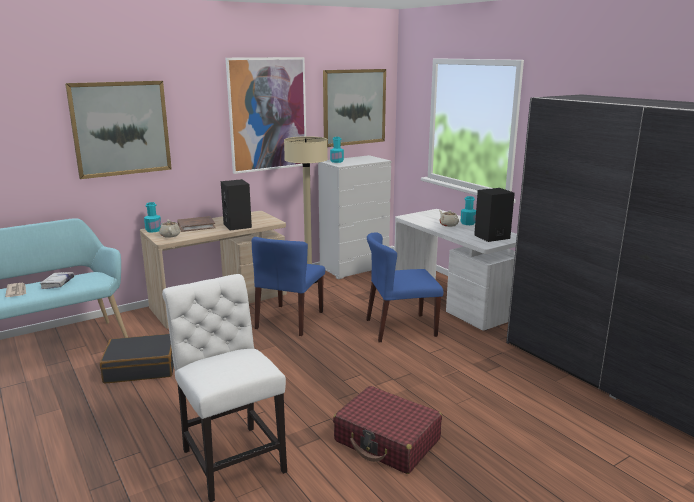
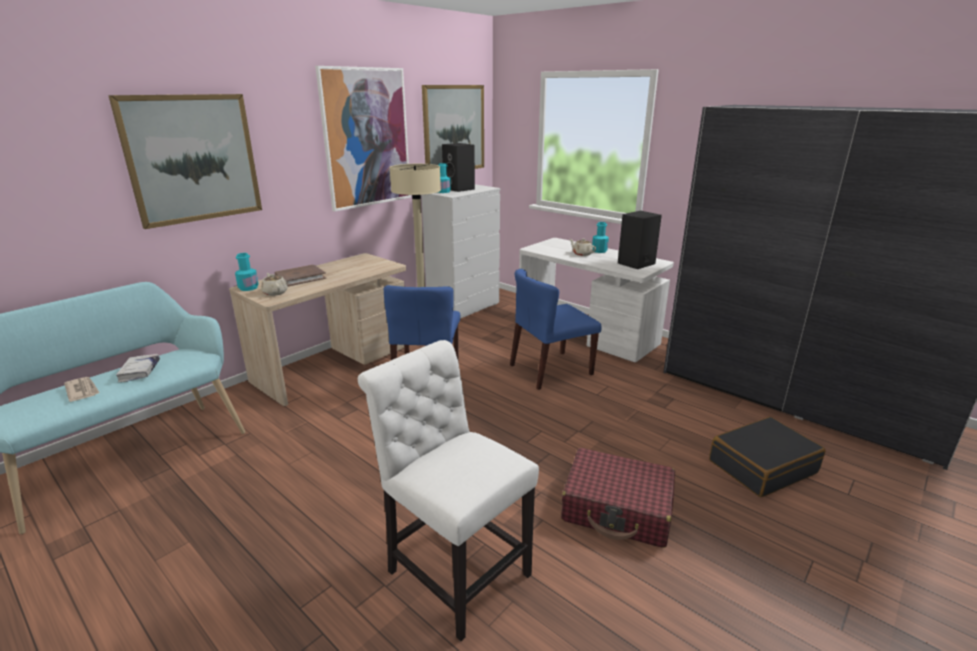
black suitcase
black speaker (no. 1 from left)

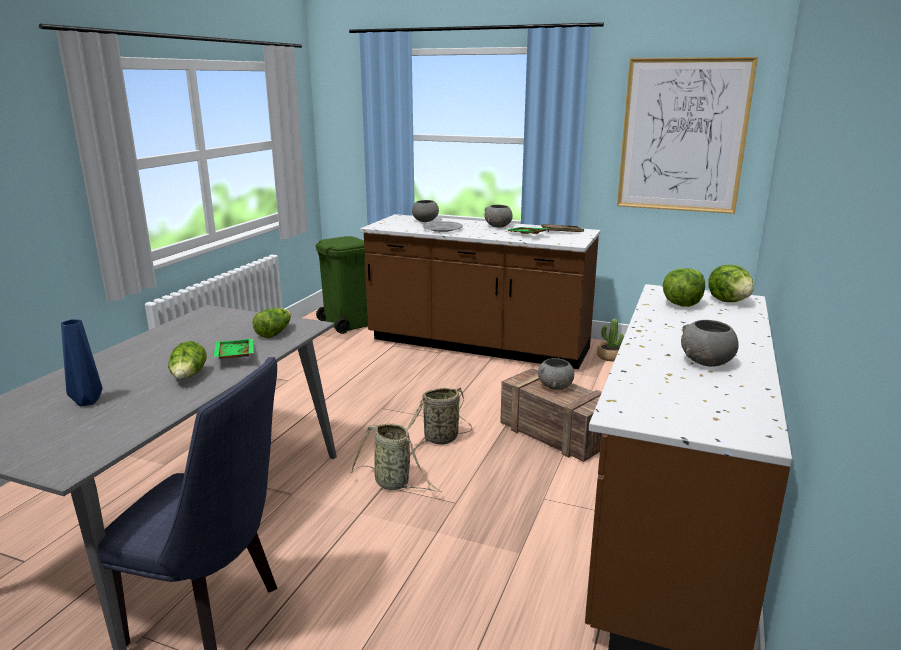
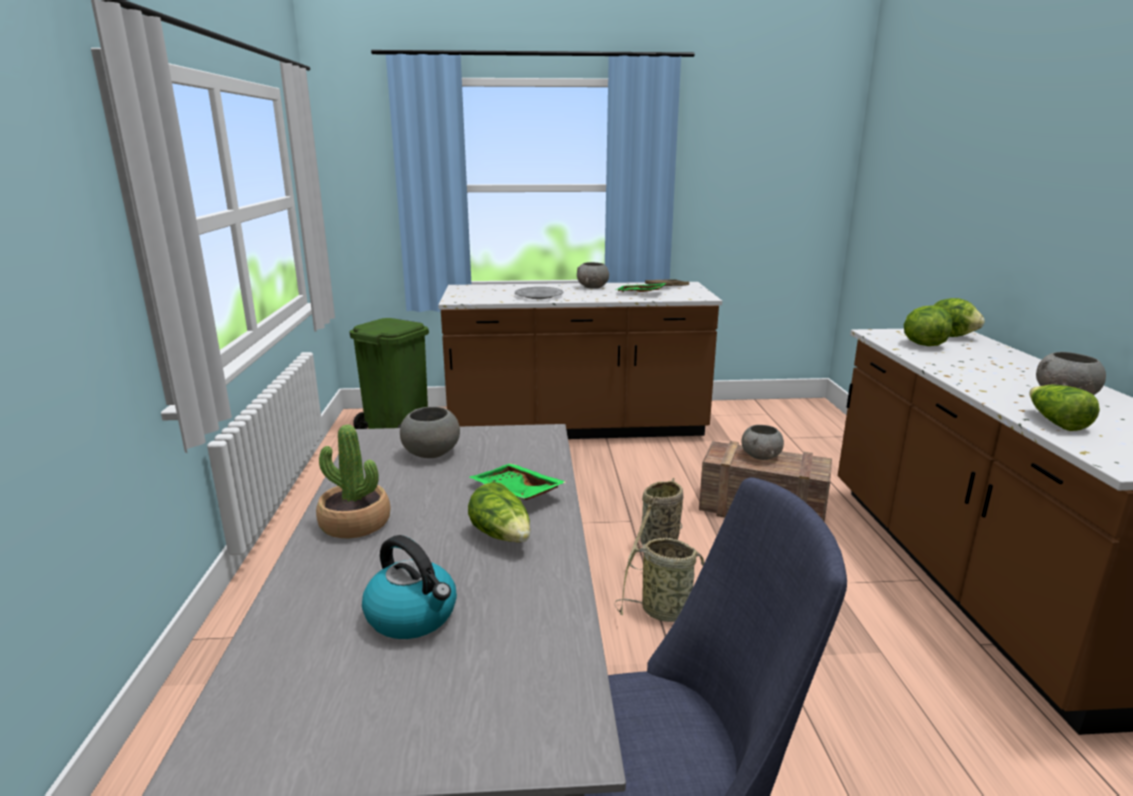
picture
lettuce (no. 4 from left)
grey bowl (no. 1 from left)
potted plant
kettle

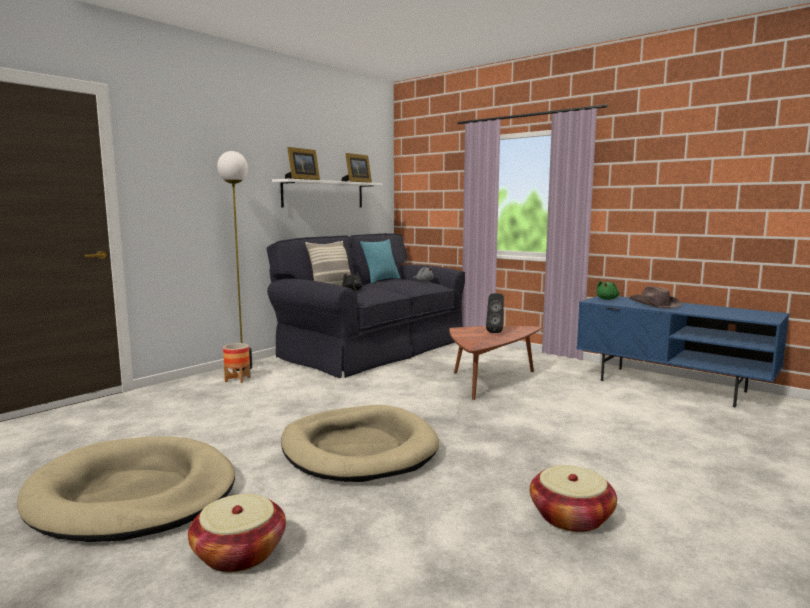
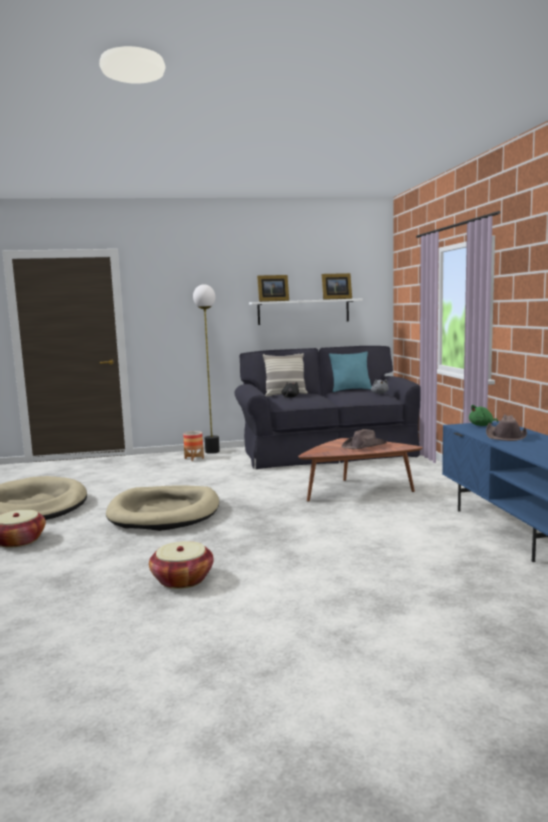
brown hat (no. 1 from left)

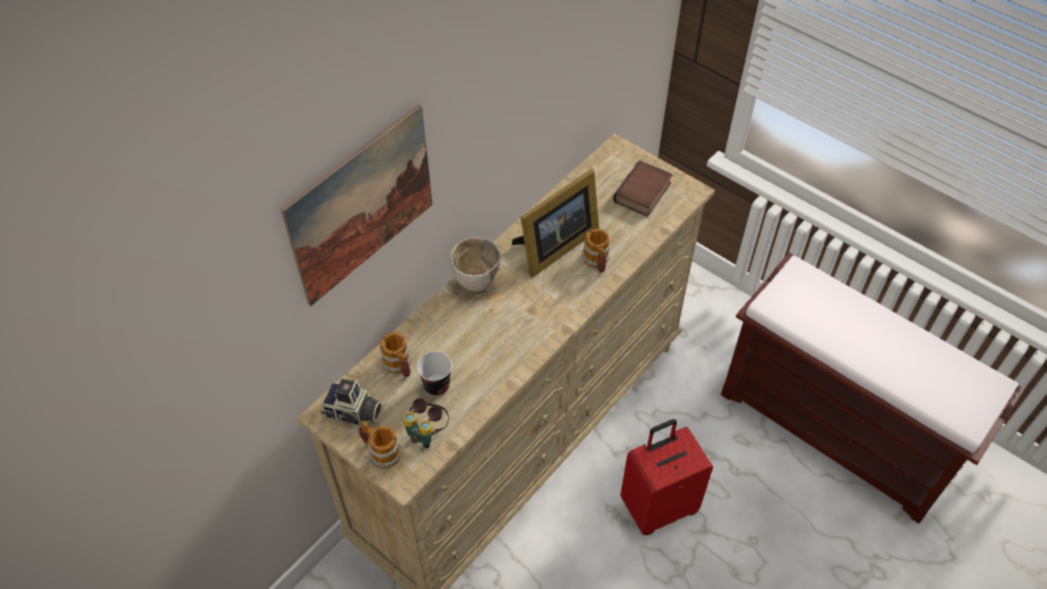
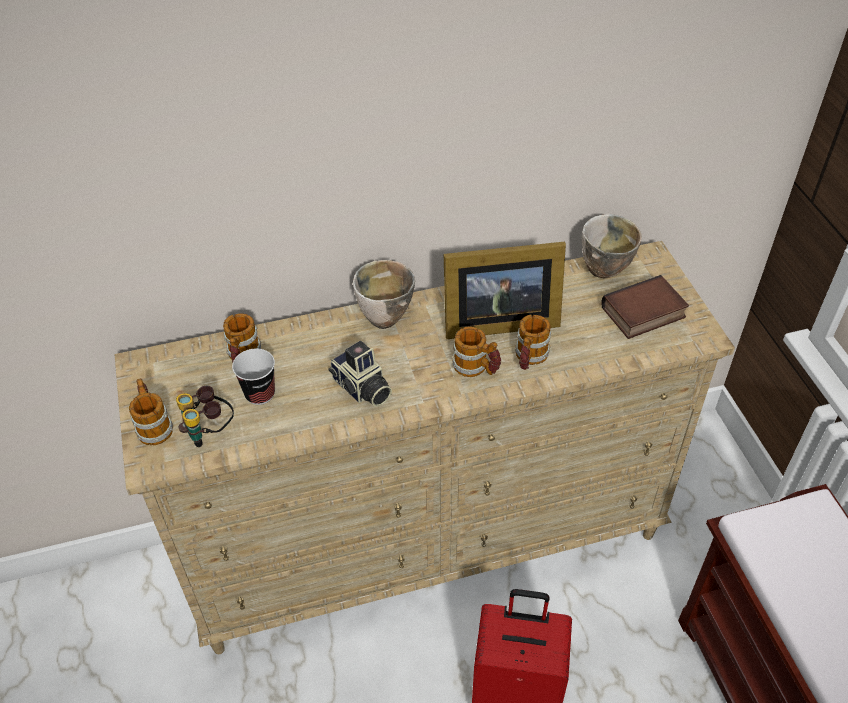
picture
mug (no. 3 from left)
bowl (no. 2 from left)
photo camera

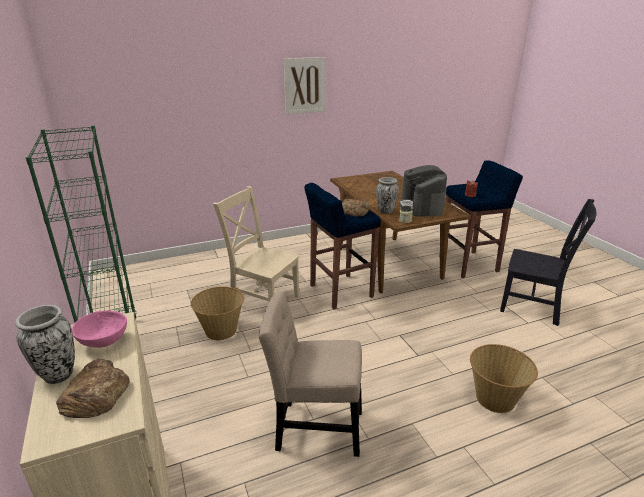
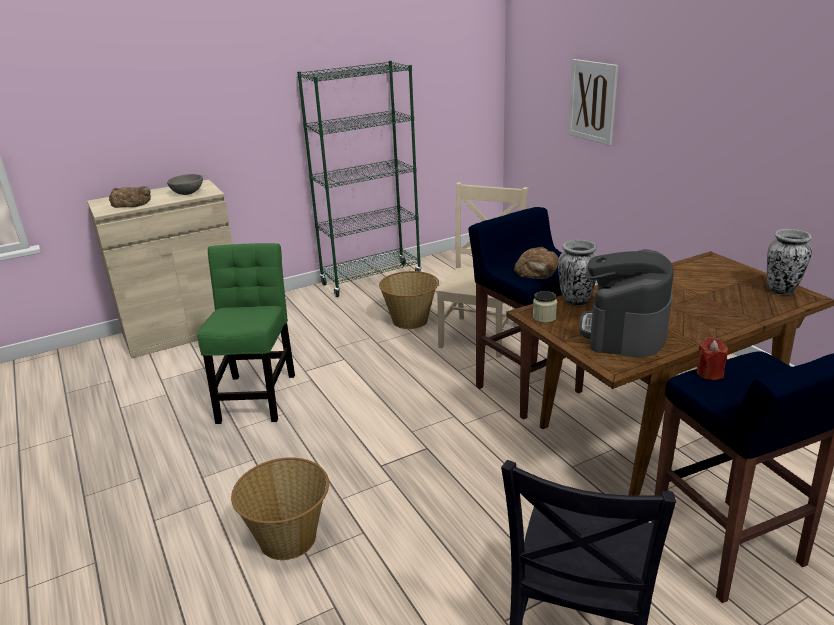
vase (no. 2 from left)
picture
grey bowl
green chair
coffee machine

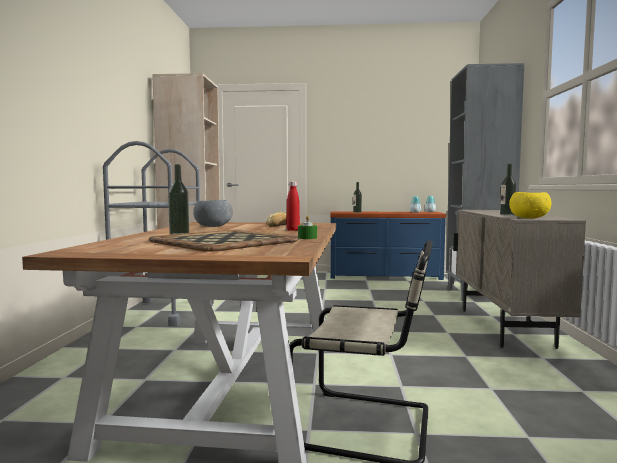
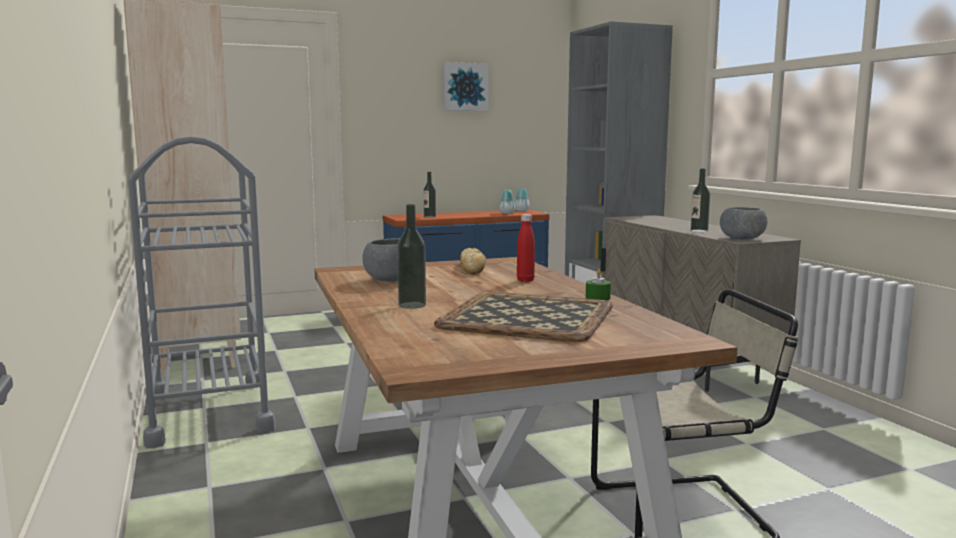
picture
grey bowl (no. 2 from left)

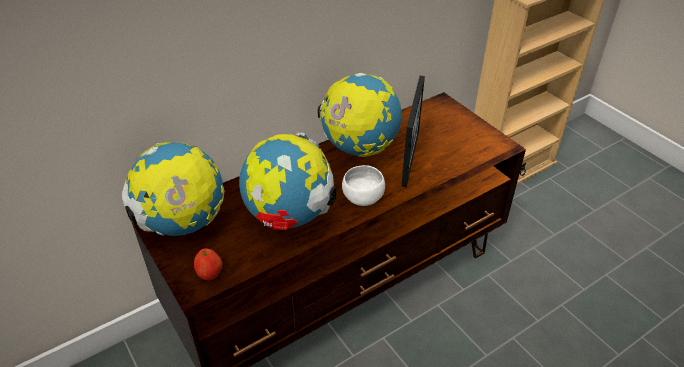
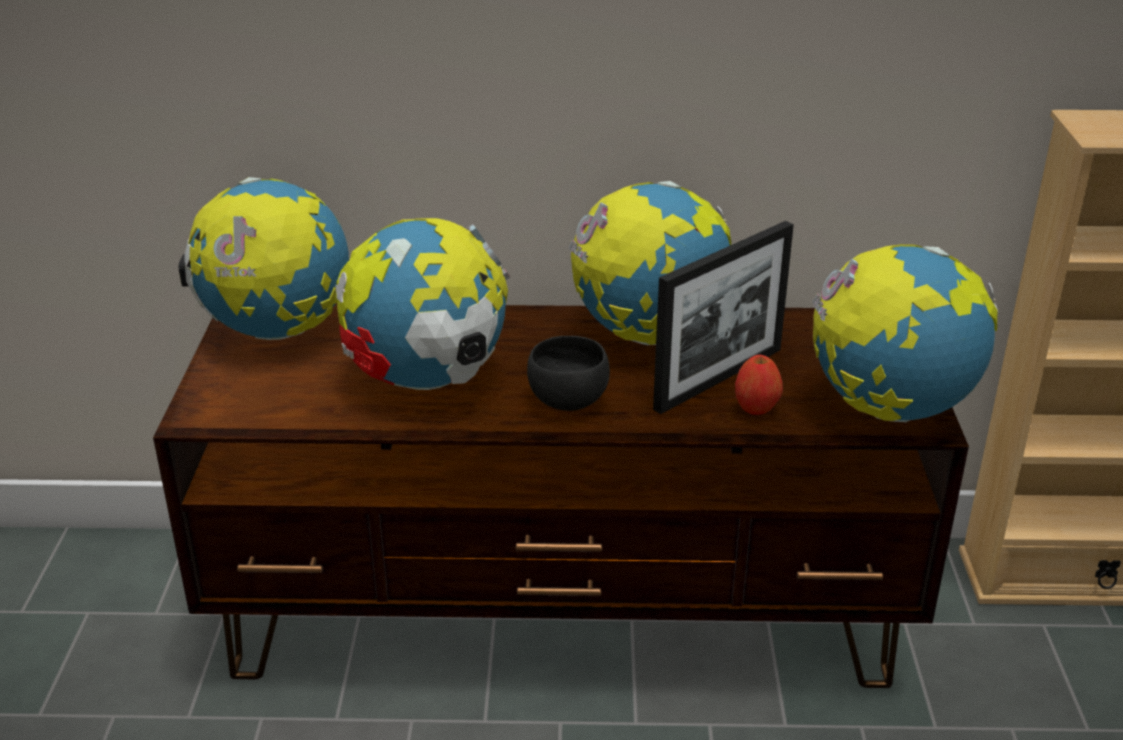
globe (no. 4 from left)
apple
black bowl

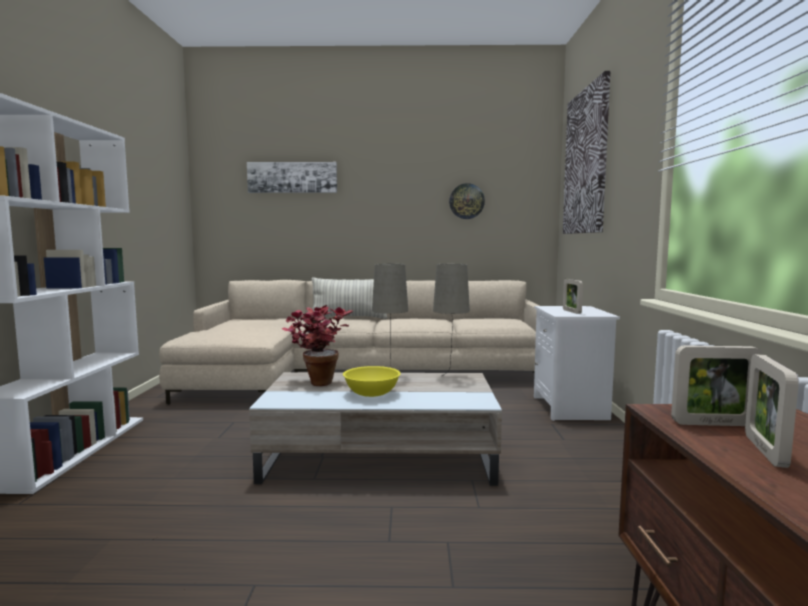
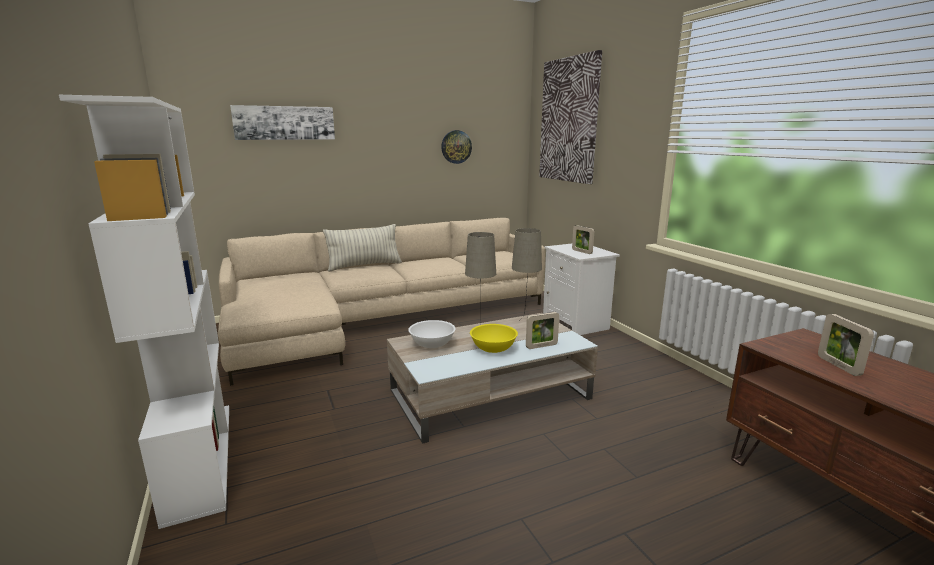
picture frame (no. 1 from left)
white bowl

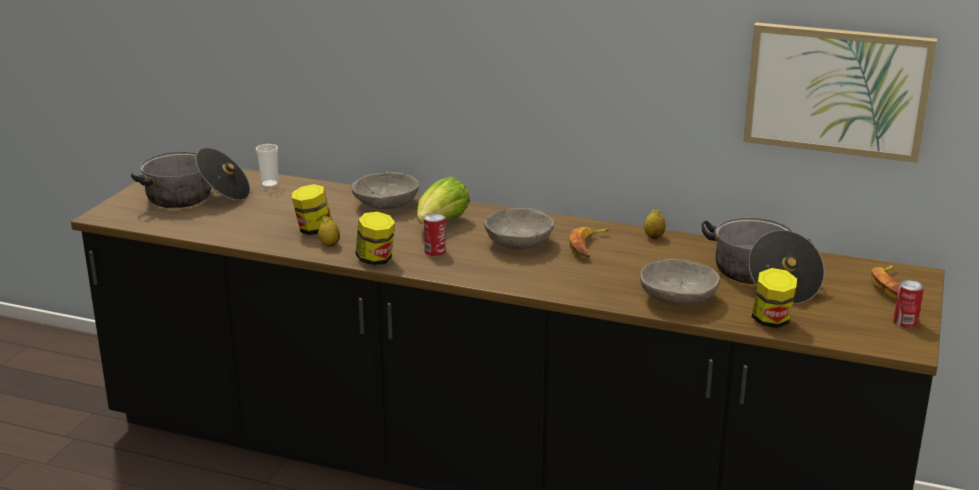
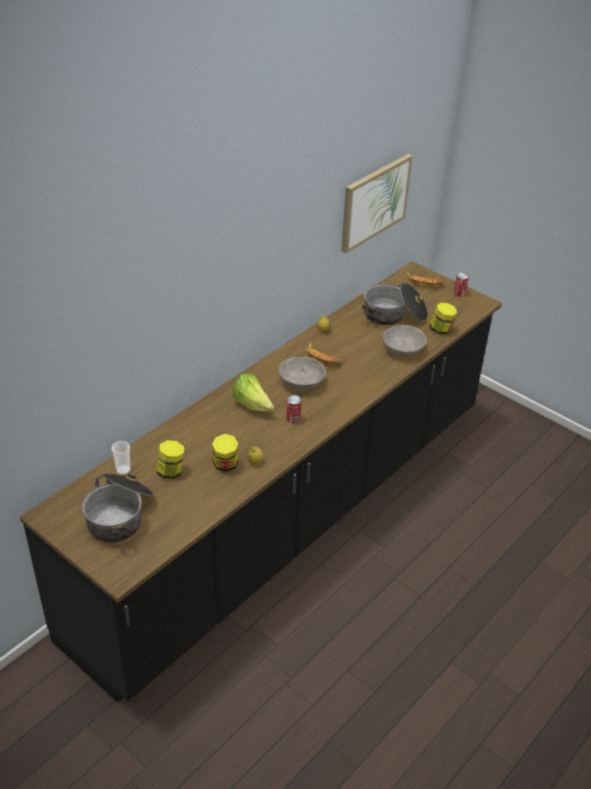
grey bowl (no. 1 from left in the first image)
jar (no. 1 from left)

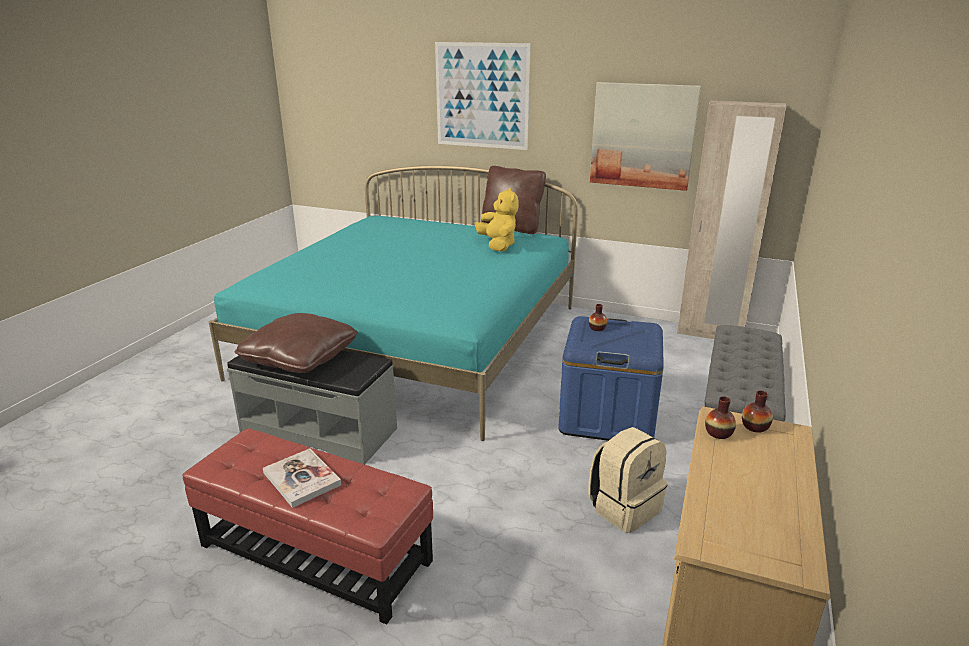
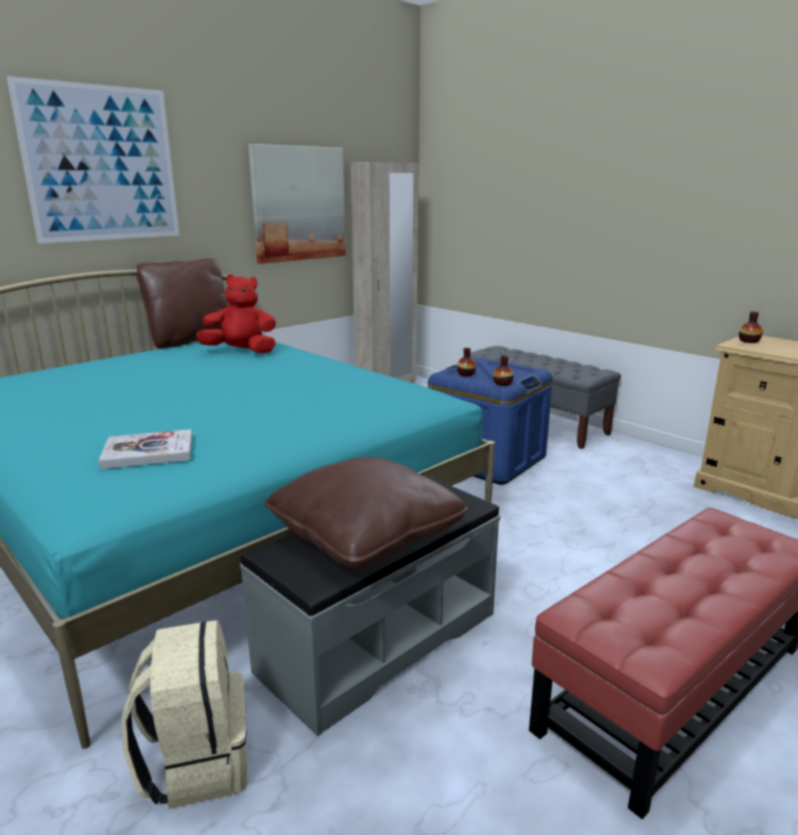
book
beige backpack
vase (no. 2 from left)
red plush toy

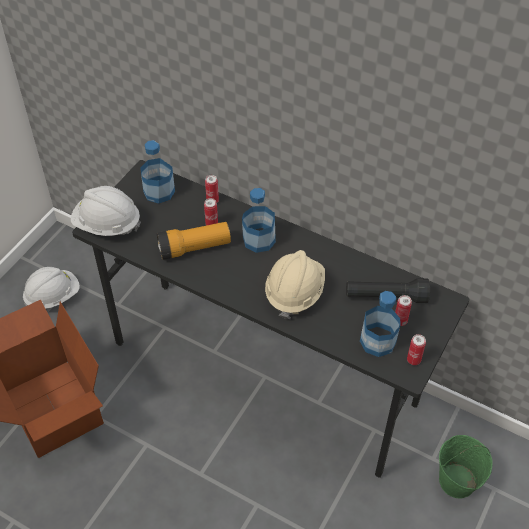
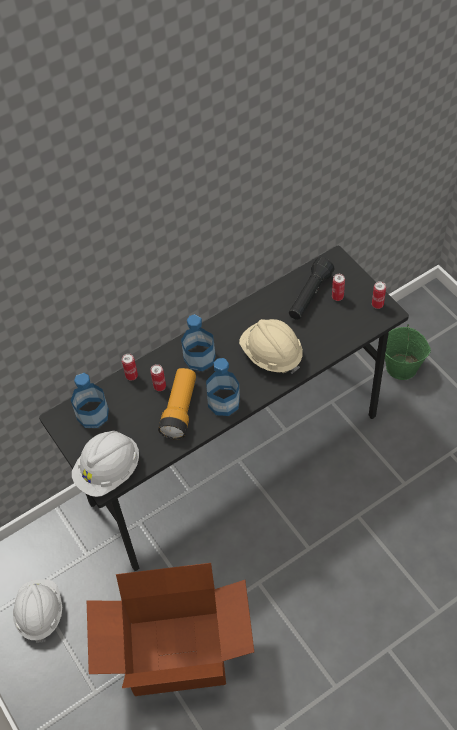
bottle (no. 3 from left)

